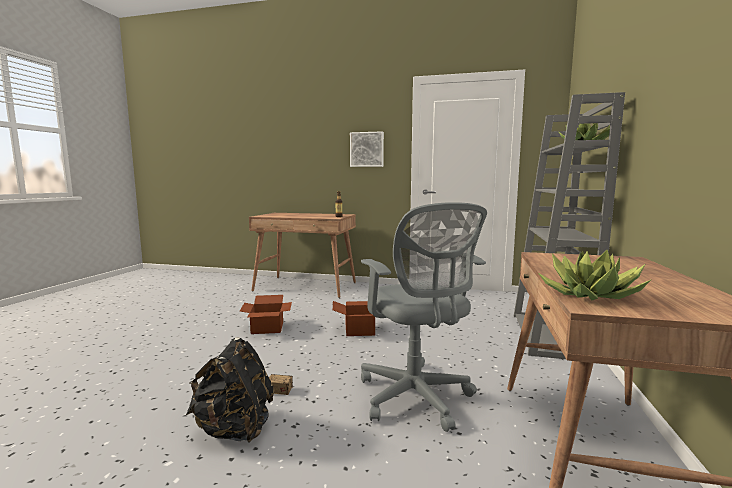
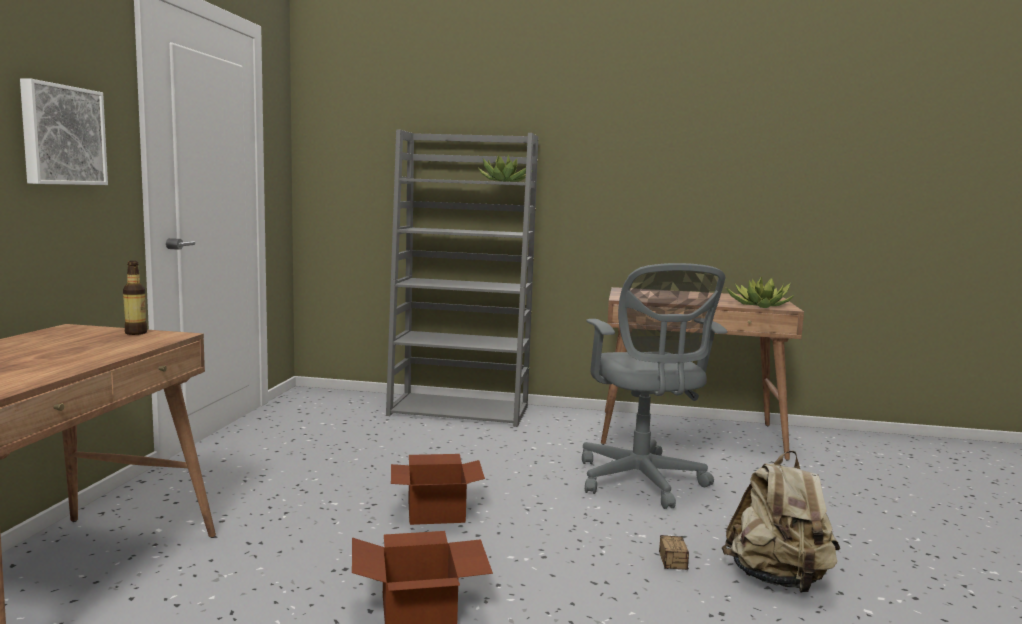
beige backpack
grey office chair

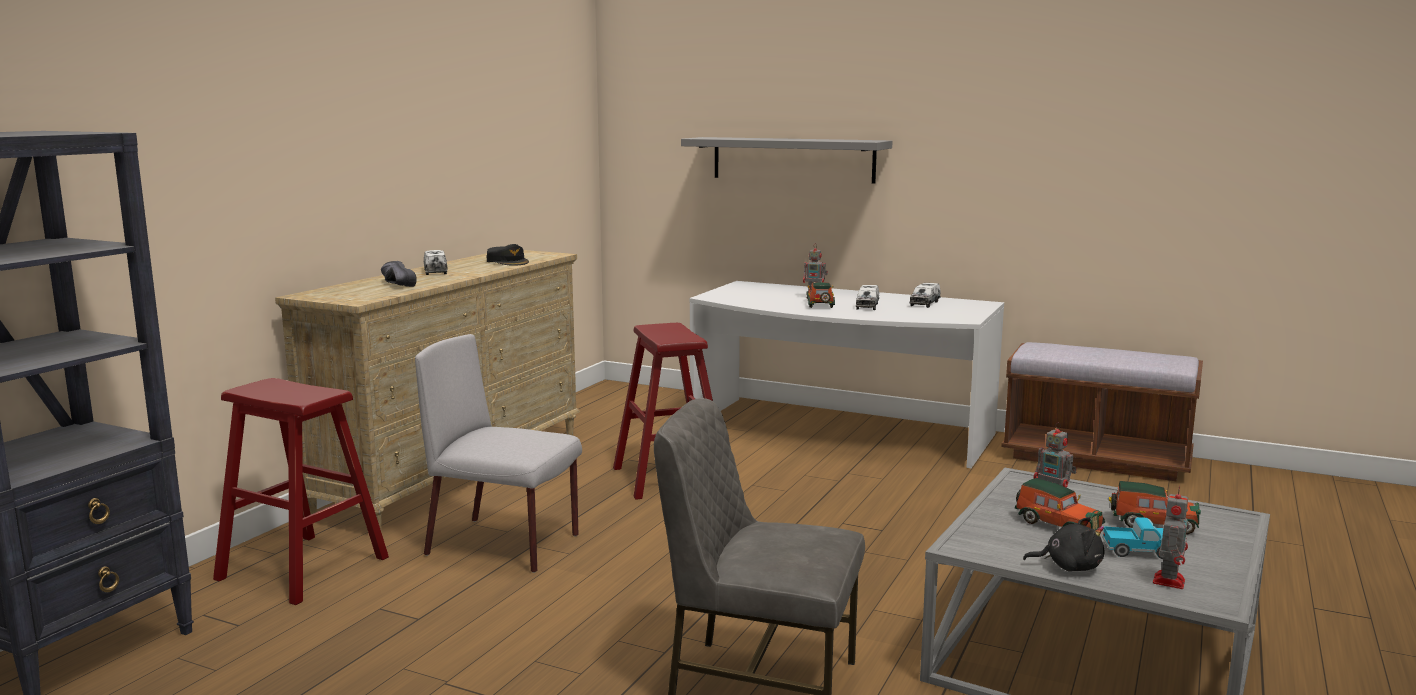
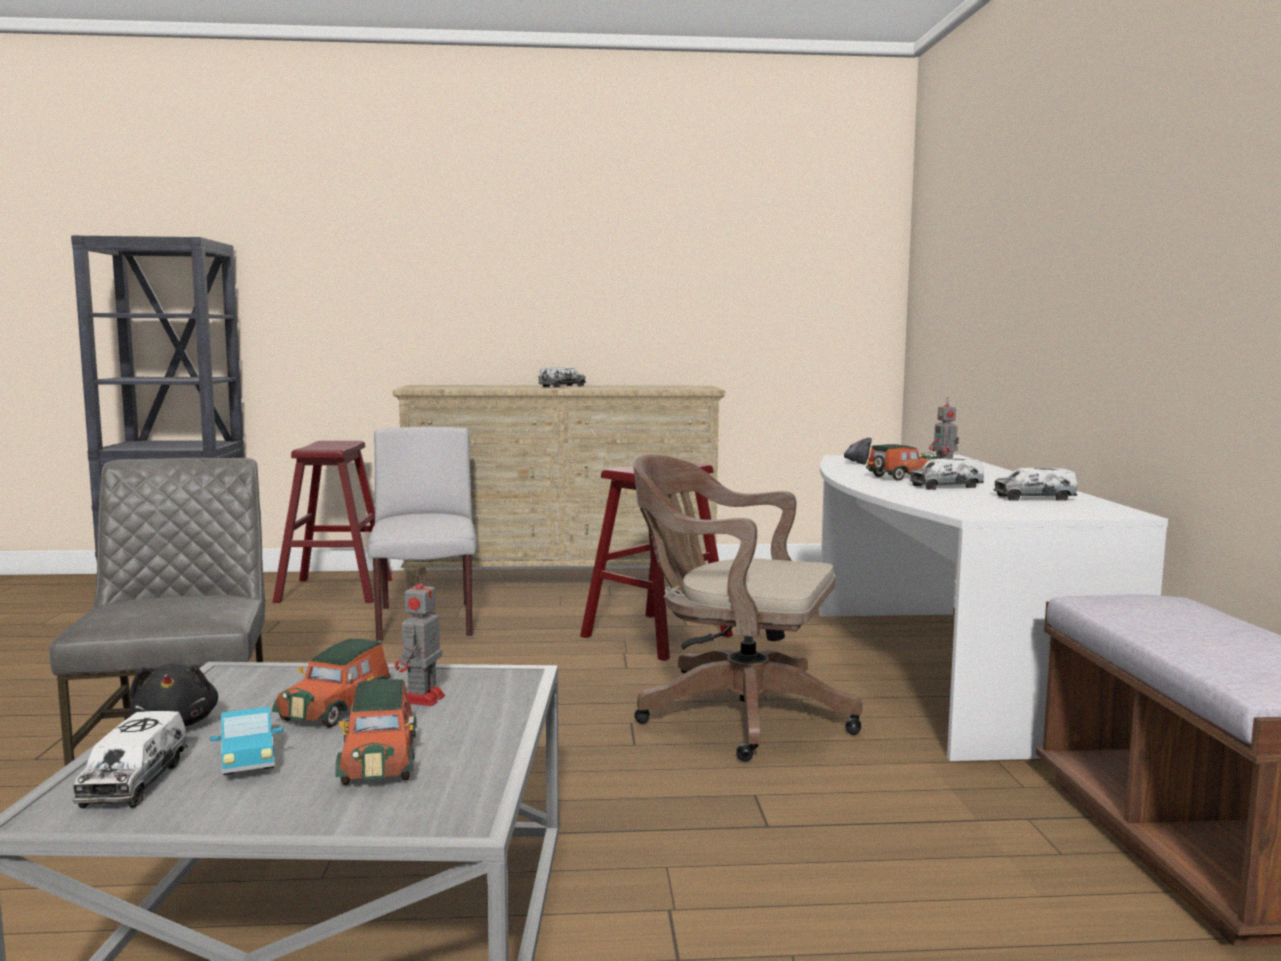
black cap
grey shelf
brown office chair
black shoe
toy truck (no. 1 from left)

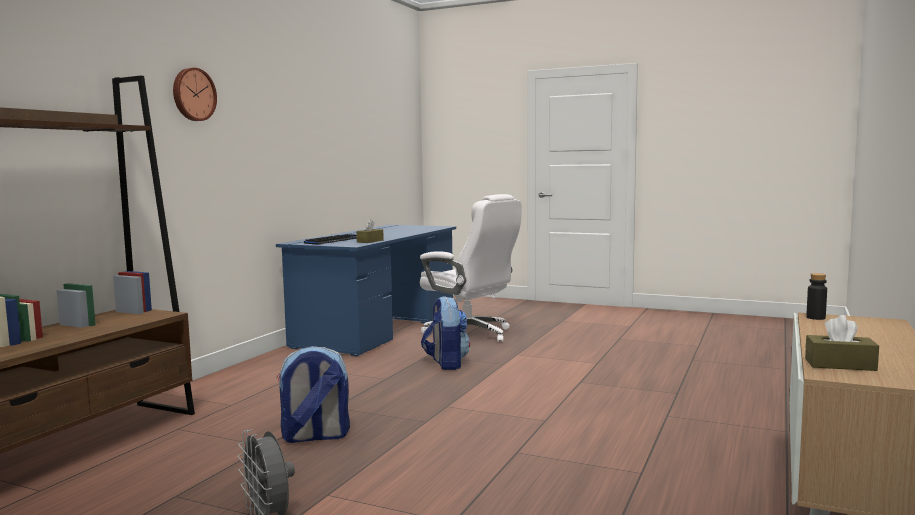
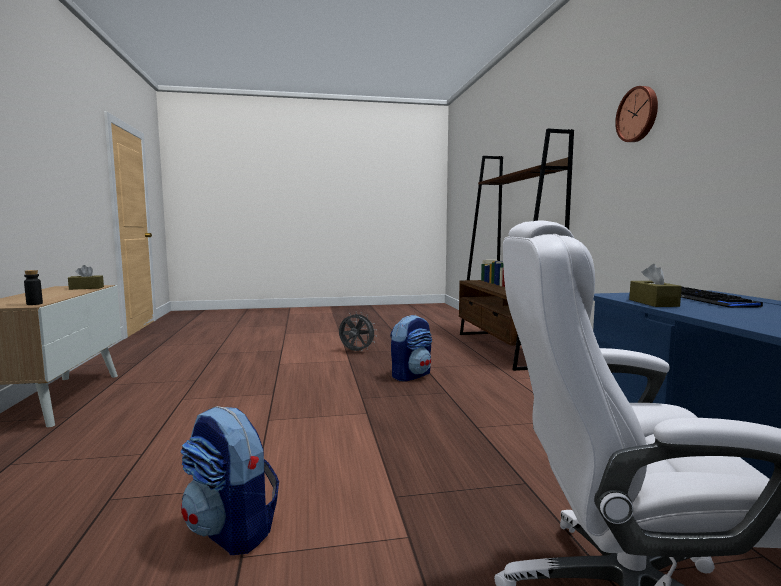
backpack (no. 1 from left)

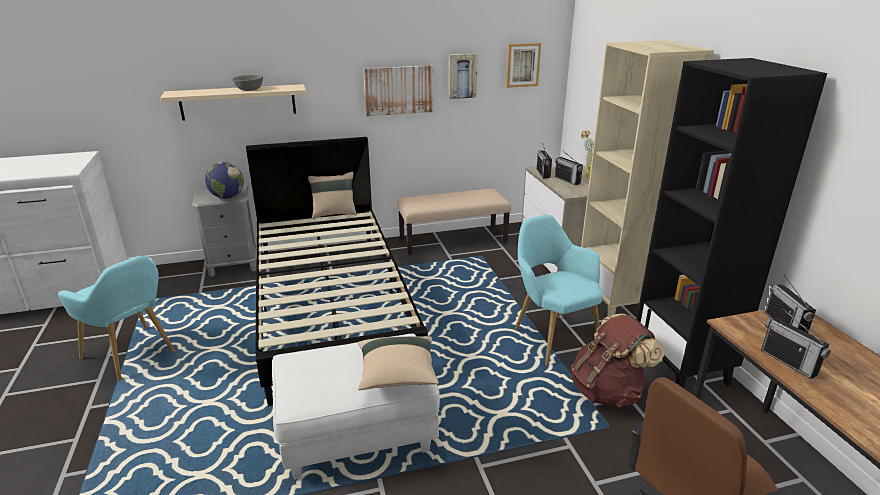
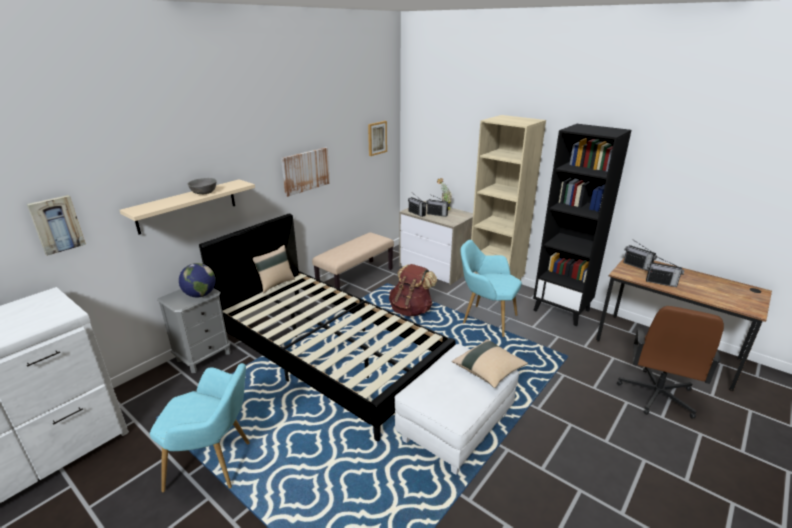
picture (no. 1 from left)
brown backpack

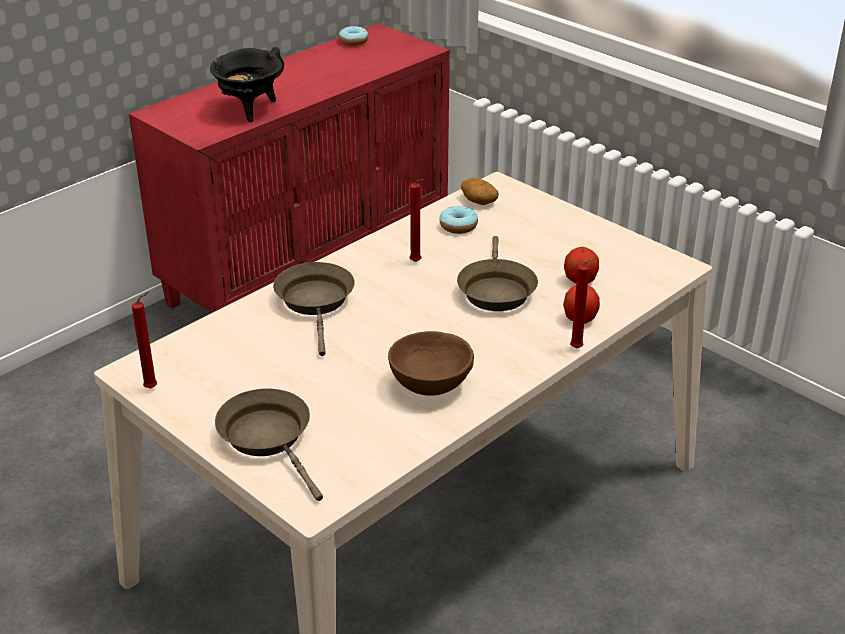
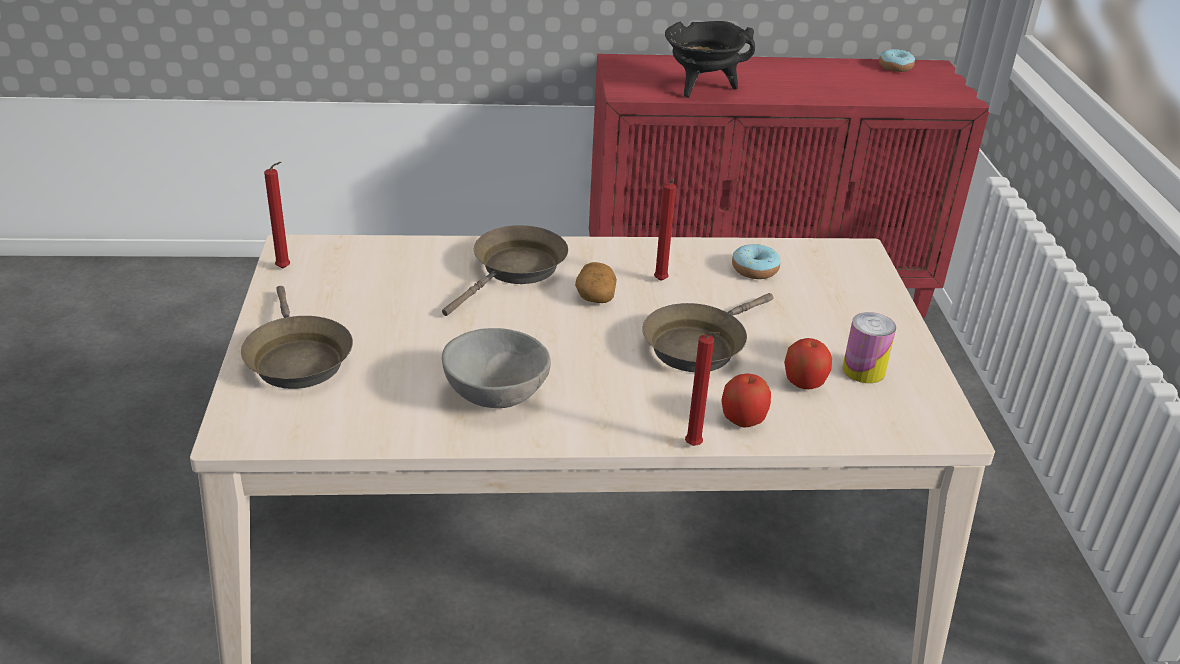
can
potato
grey bowl
brown frying pan (no. 1 from left)

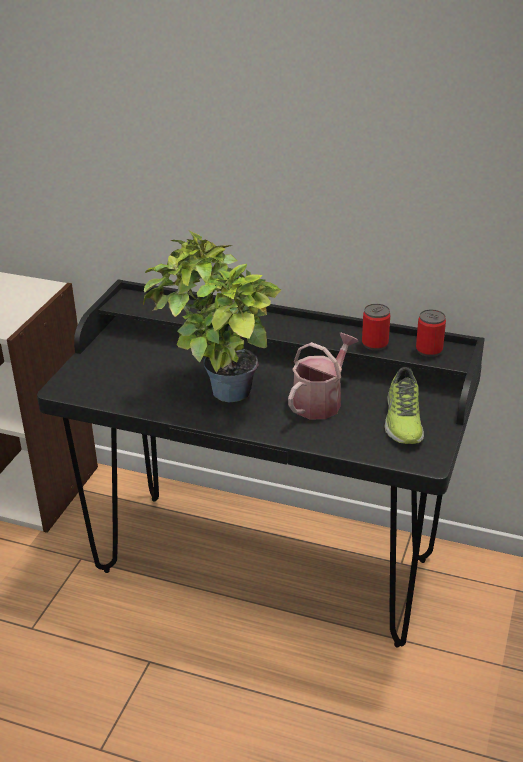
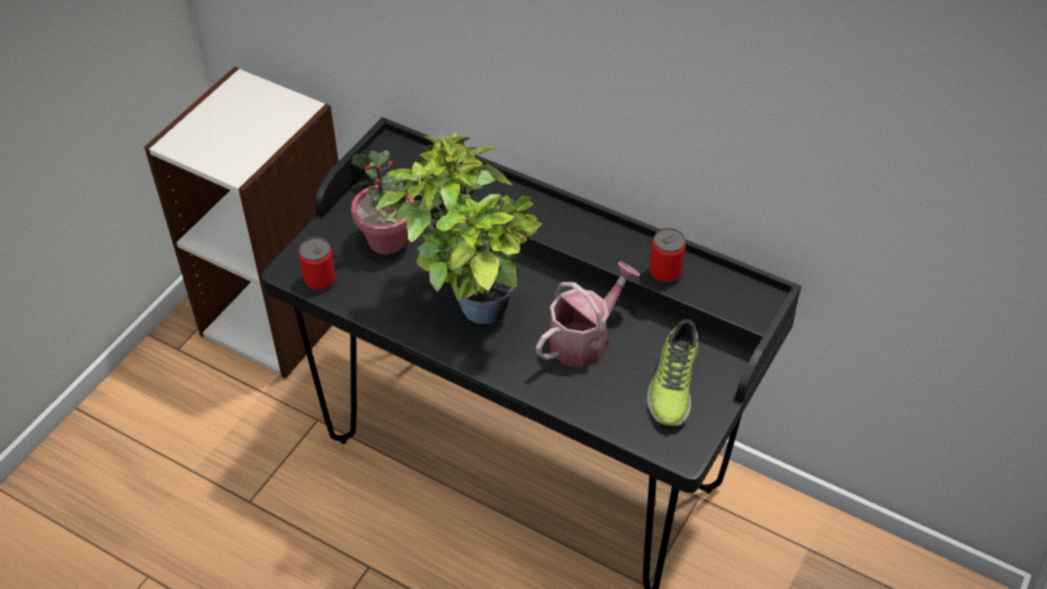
potted plant (no. 1 from left)
can (no. 1 from left)

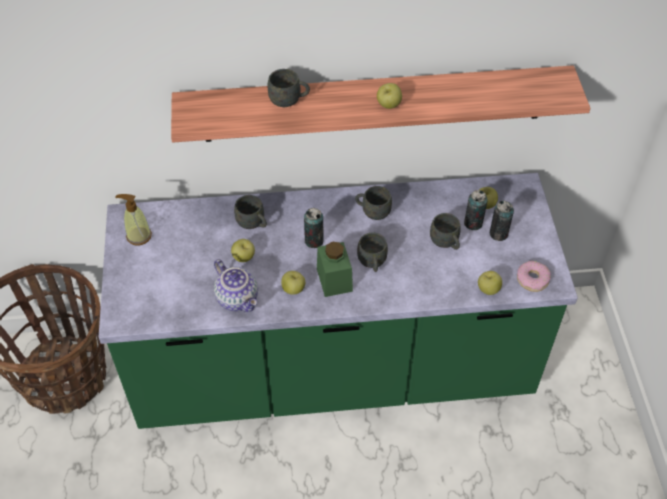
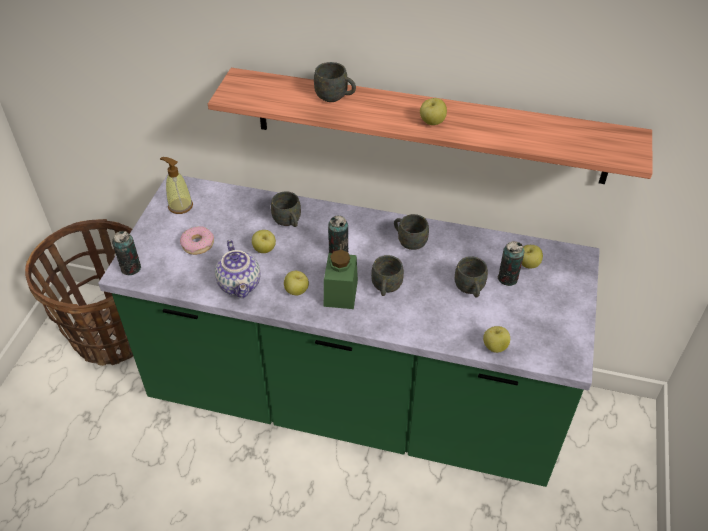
can (no. 1 from left)
donut

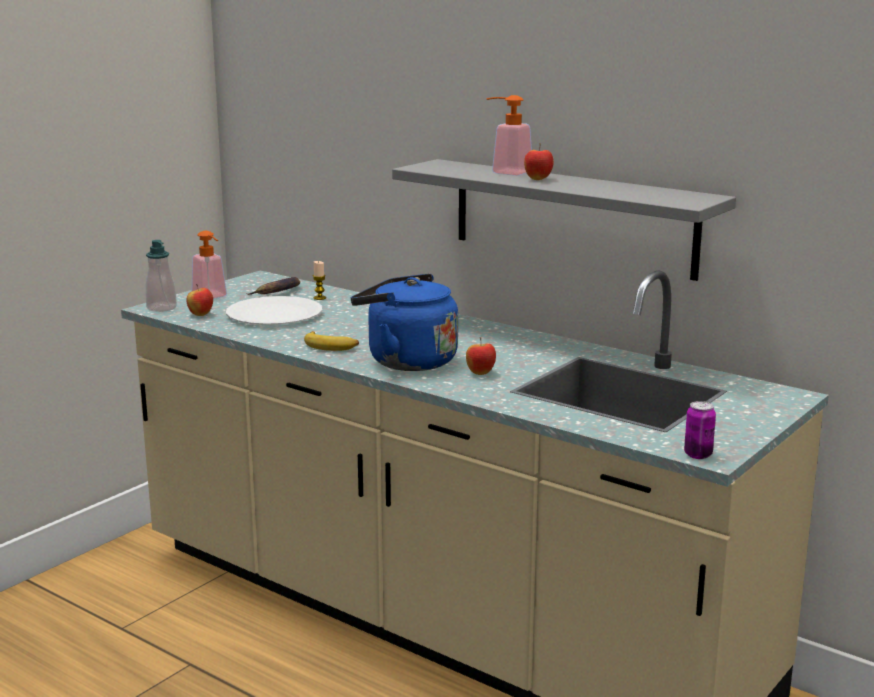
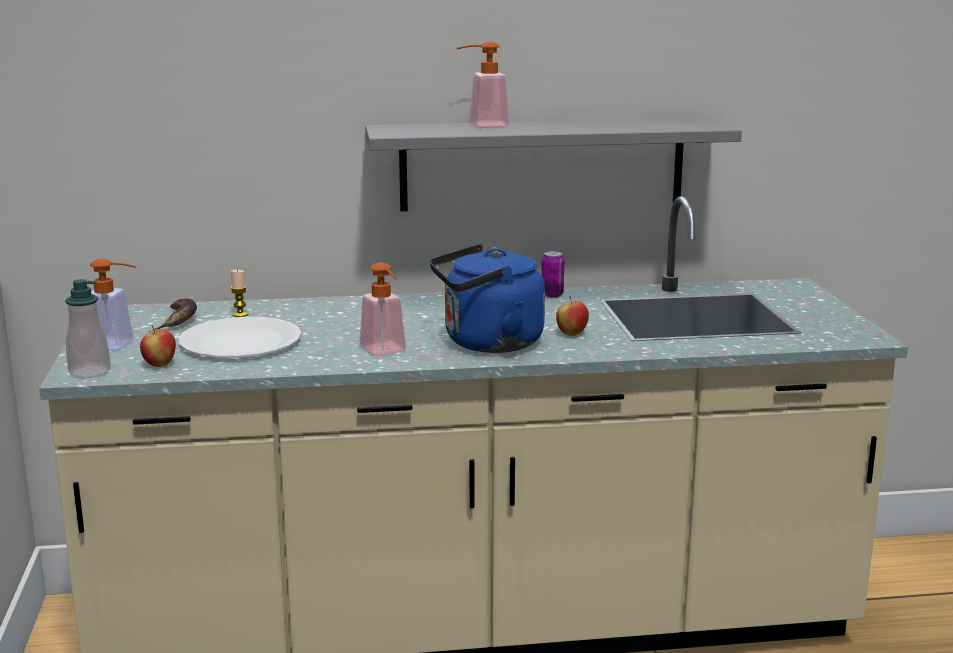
apple (no. 3 from left in the first image)
can
soap dispenser (no. 3 from left)

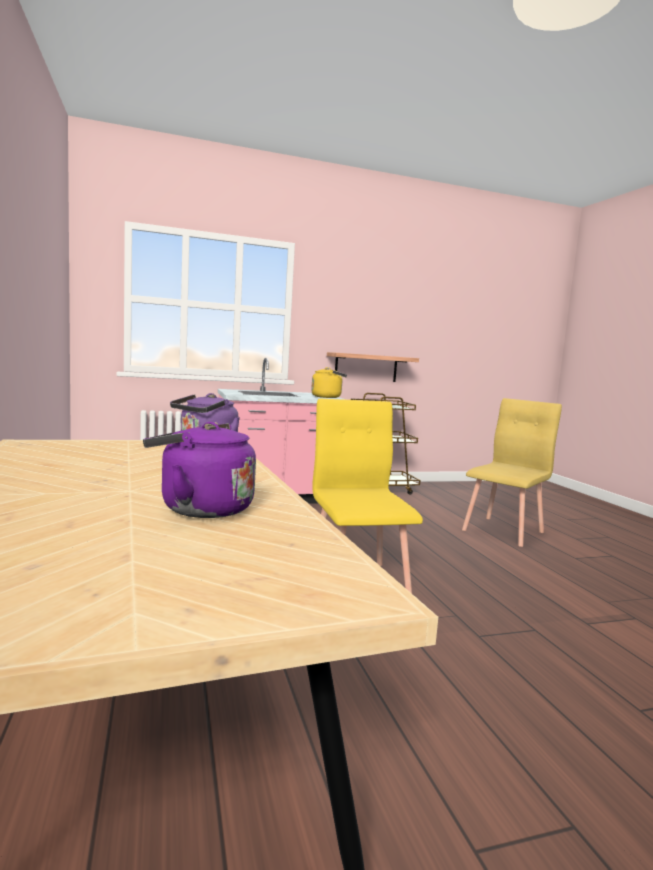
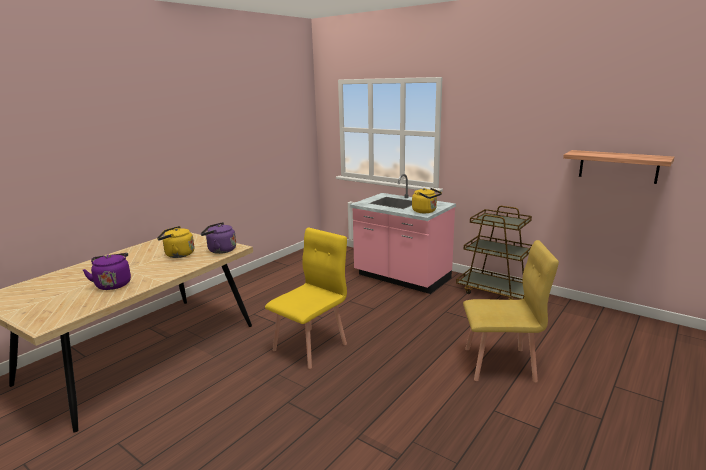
yellow kettle (no. 1 from left)
shelf

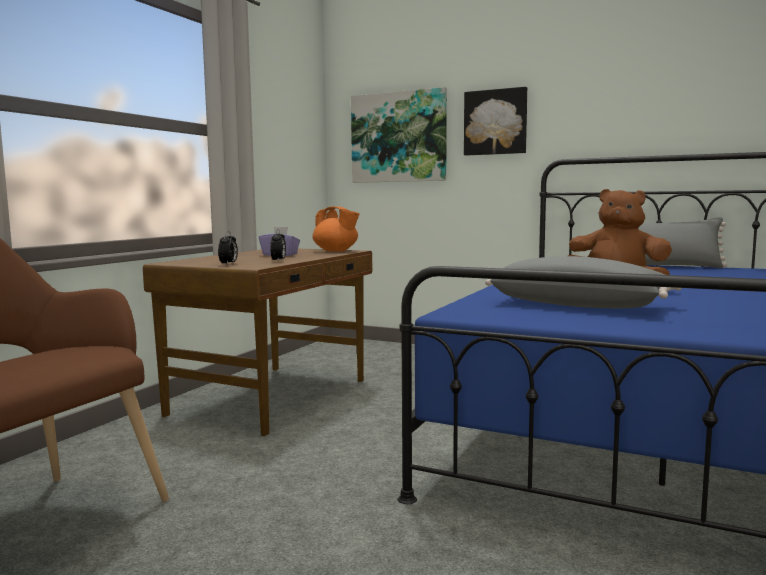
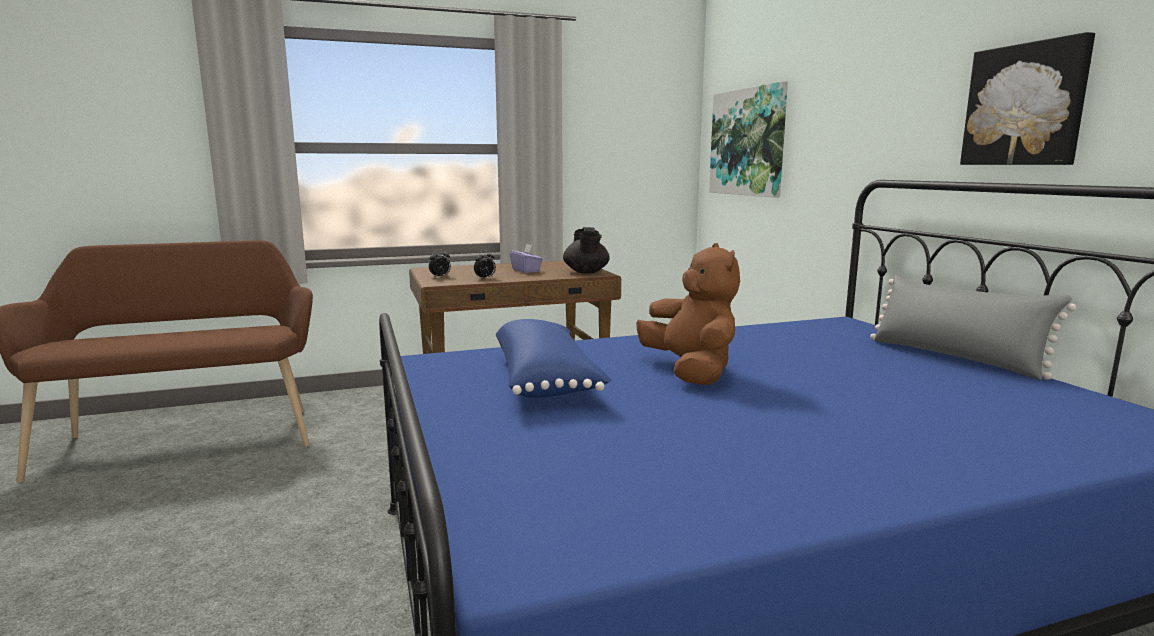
picture (no. 2 from left)
black teapot
blue pillow

